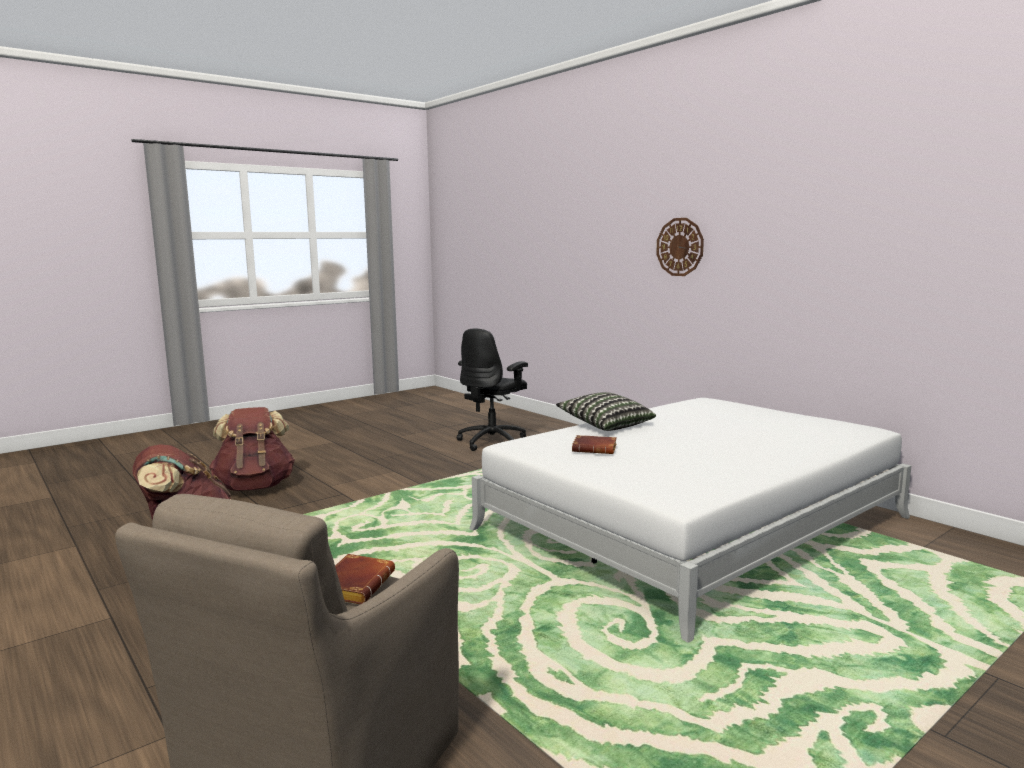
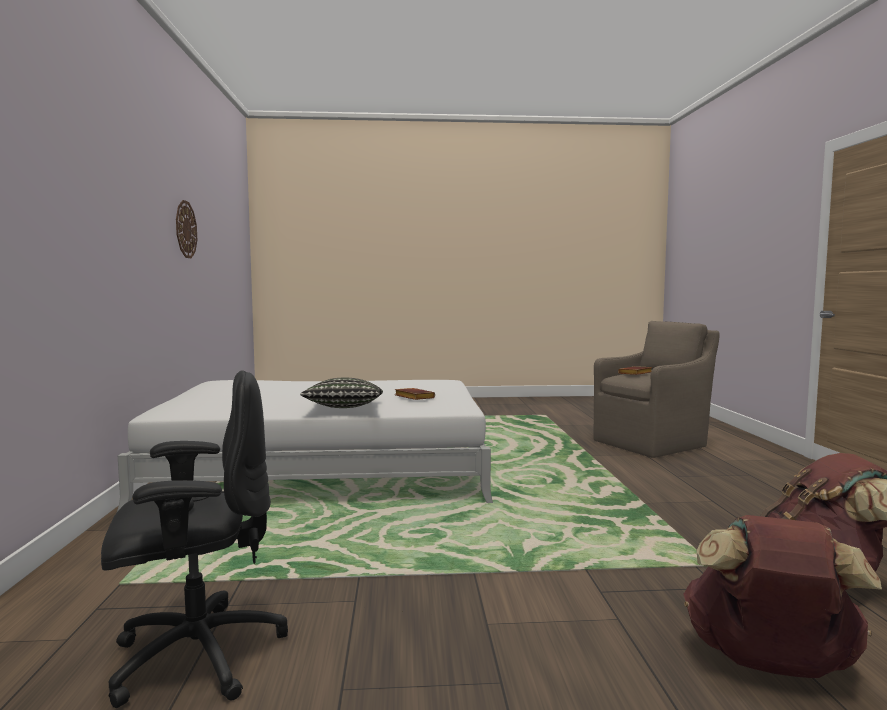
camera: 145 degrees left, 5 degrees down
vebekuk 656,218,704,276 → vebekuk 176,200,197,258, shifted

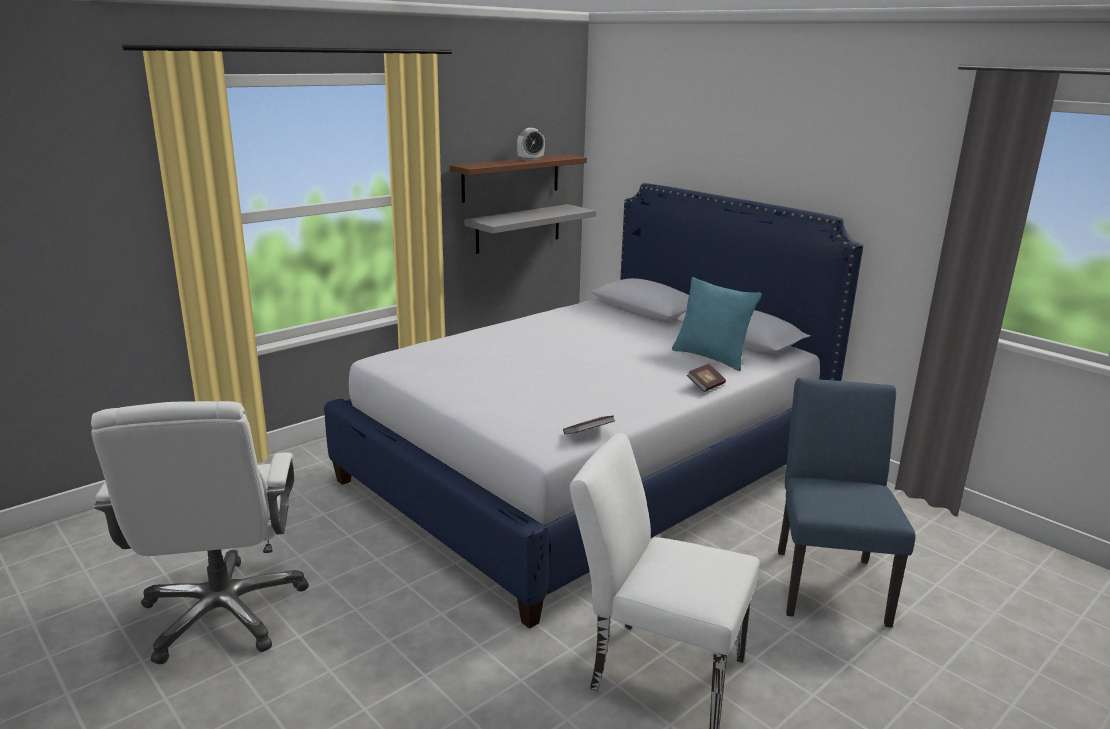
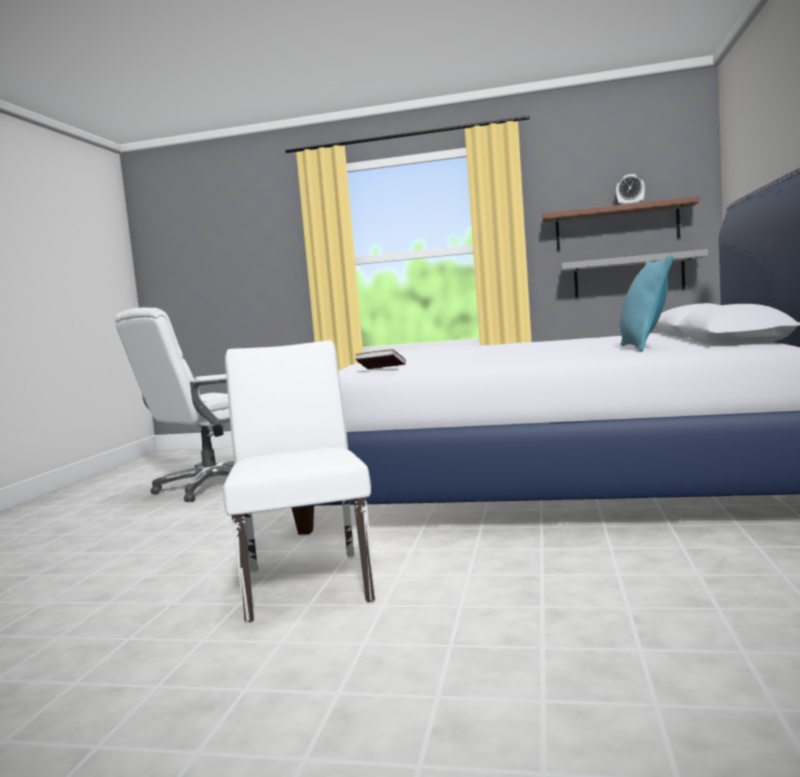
camera: 55 degrees right, 15 degrees down
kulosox 687,364,726,392 → -
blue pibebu 778,378,916,628 → -

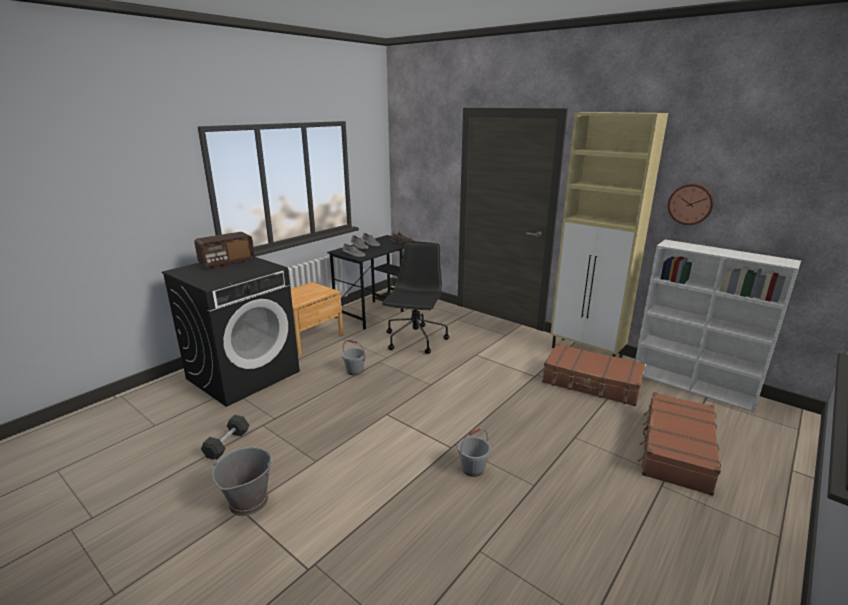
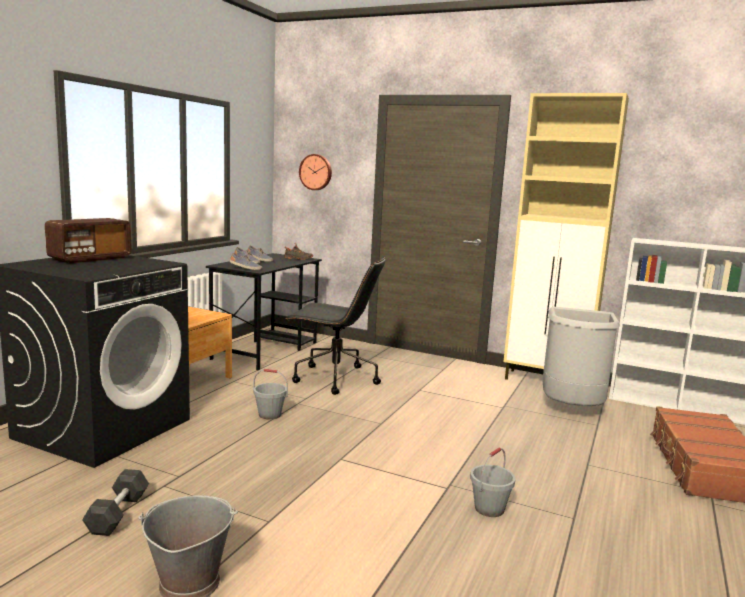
camera: 15 degrees left, 10 degrees down
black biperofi 382,241,449,354 → black biperofi 285,257,386,395, 105 degrees clockwise
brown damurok 542,343,645,406 → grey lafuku 543,307,620,406
vebekuk 668,184,714,225 → vebekuk 299,154,332,190, shifted

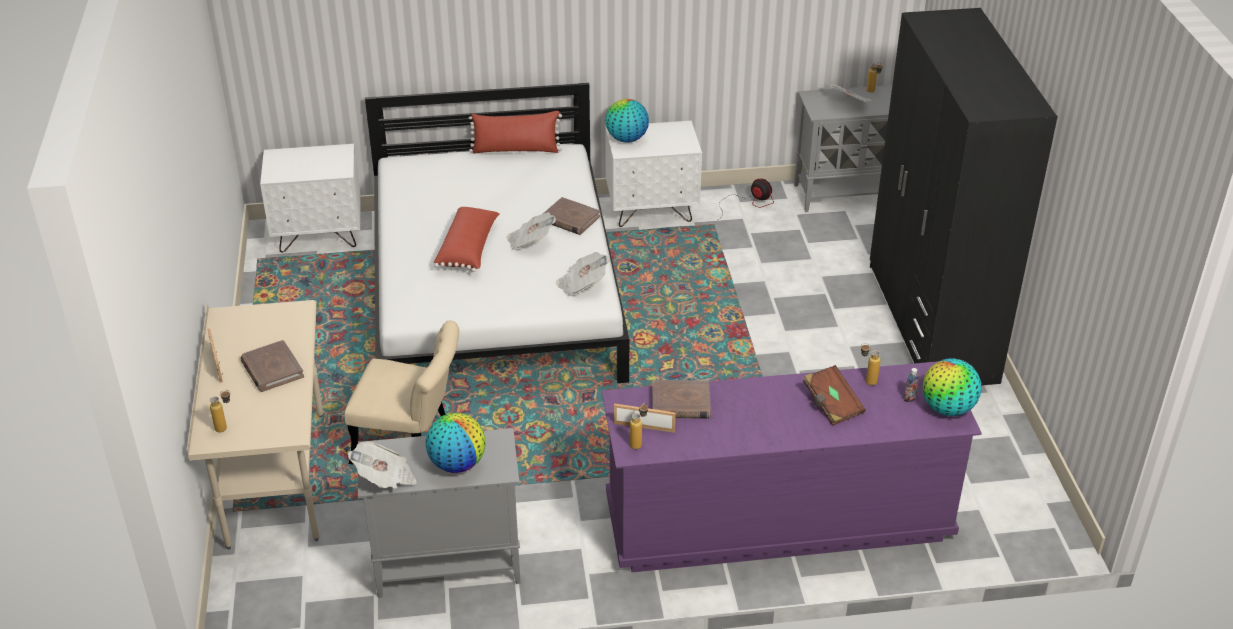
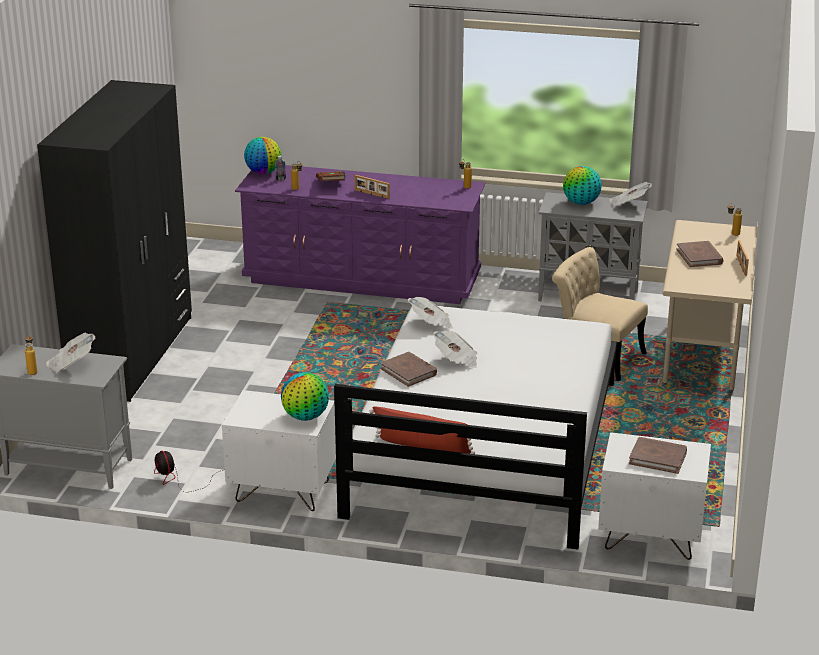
camera: 160 degrees left, 10 degrees down
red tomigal 434,207,500,272 → -
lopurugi 614,403,676,433 → lopurugi 355,175,390,199, shifted
brown kulosox 652,380,711,418 → brown kulosox 629,437,687,474, shifted

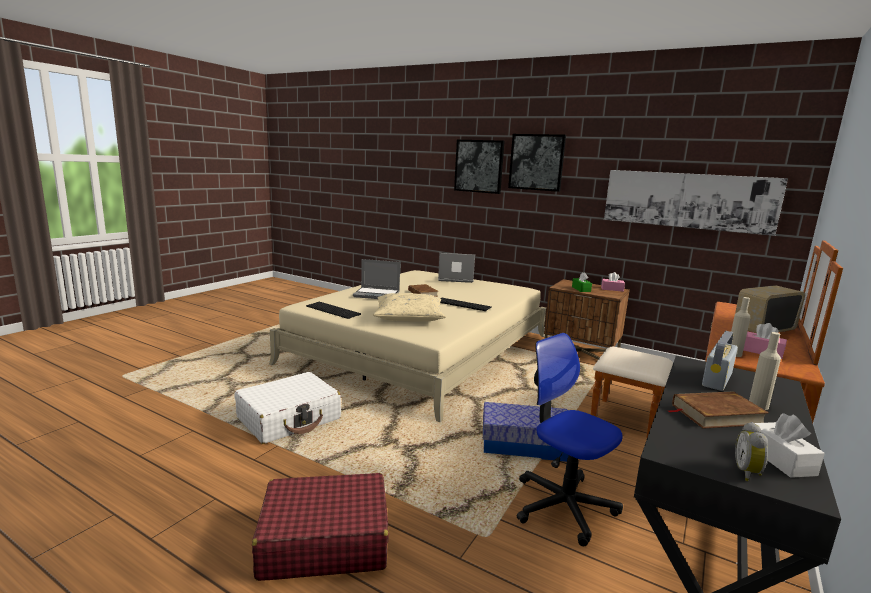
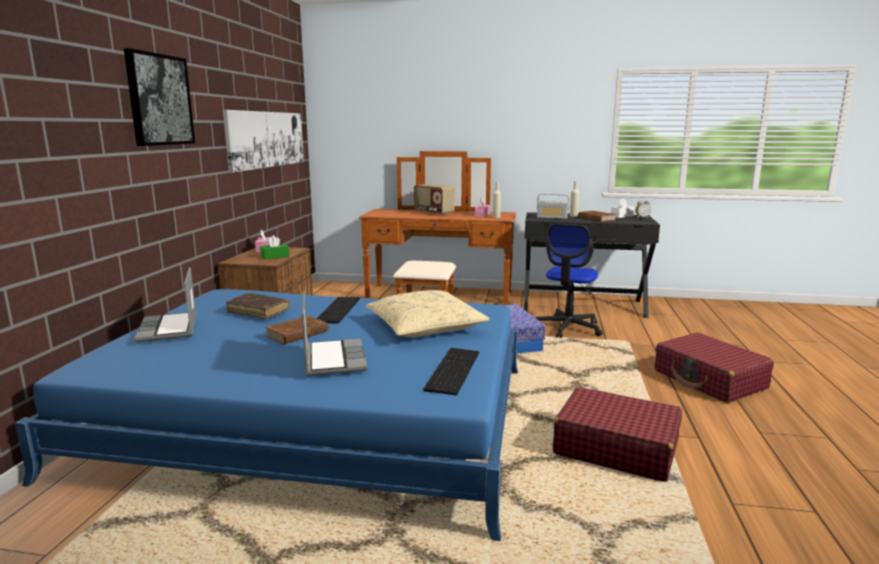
camera: 110 degrees left, 0 degrees up
white damurok 235,372,341,444 → red damurok 553,387,682,482
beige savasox 269,270,546,422 → blue savasox 15,289,518,541
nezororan 454,140,505,194 → -
- → brown kulosox 226,293,290,319

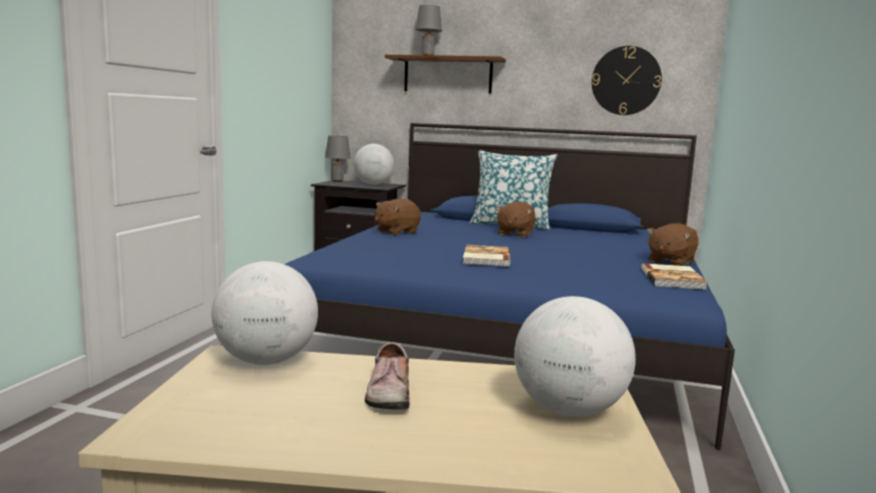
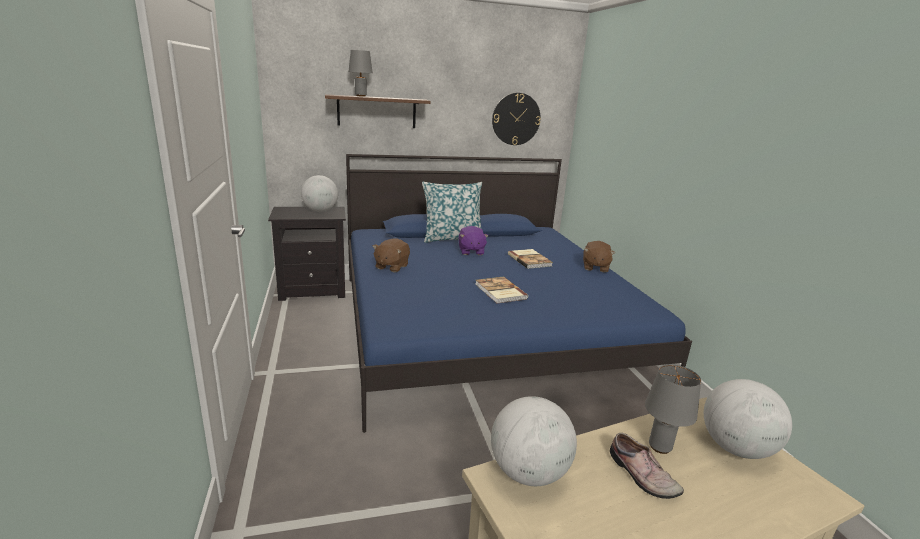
camera: 30 degrees left, 10 degrees up
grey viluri 325,136,351,182 → grey viluri 645,364,701,454, shifted
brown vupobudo 496,201,536,238 → purple vupobudo 459,226,489,255
kulosox 641,263,708,290 → kulosox 508,249,553,269, shifted

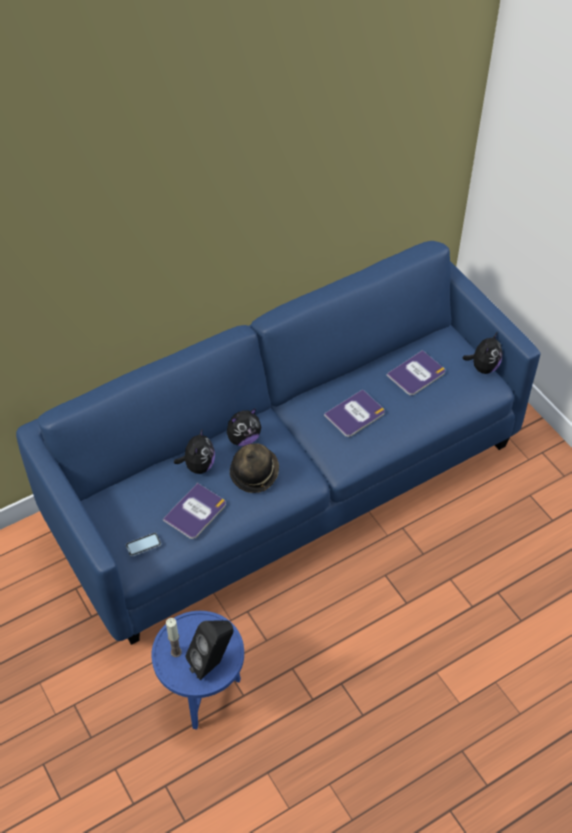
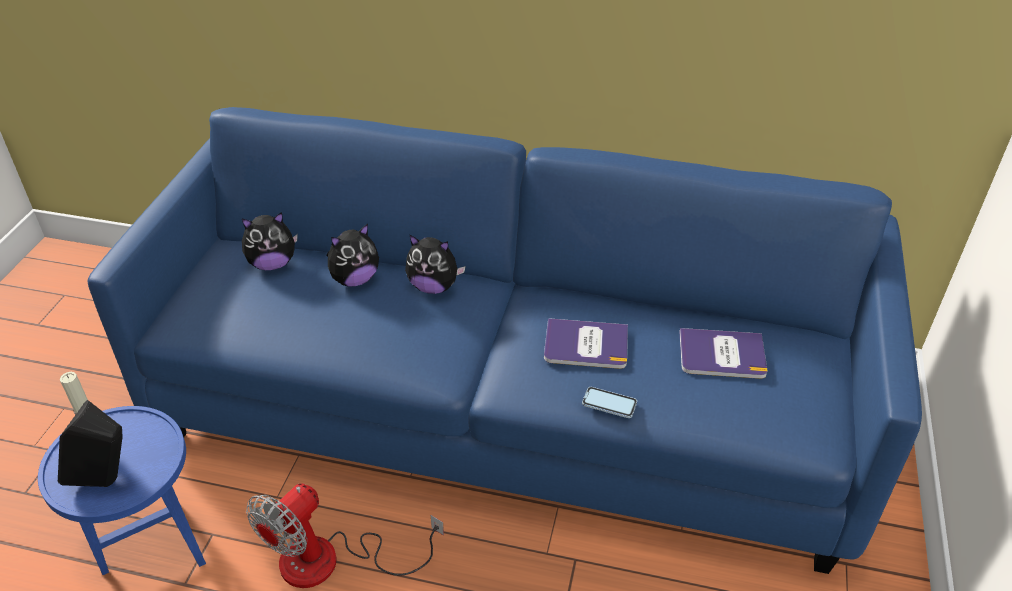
camera: 45 degrees right, 10 degrees down
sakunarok 126,533,161,557 → sakunarok 582,387,637,418, shifted
kulosox 163,483,226,539 → -
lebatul 230,443,279,493 → -
vupobudo 462,333,503,374 → vupobudo 242,212,298,270, shifted
- → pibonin 246,484,444,588

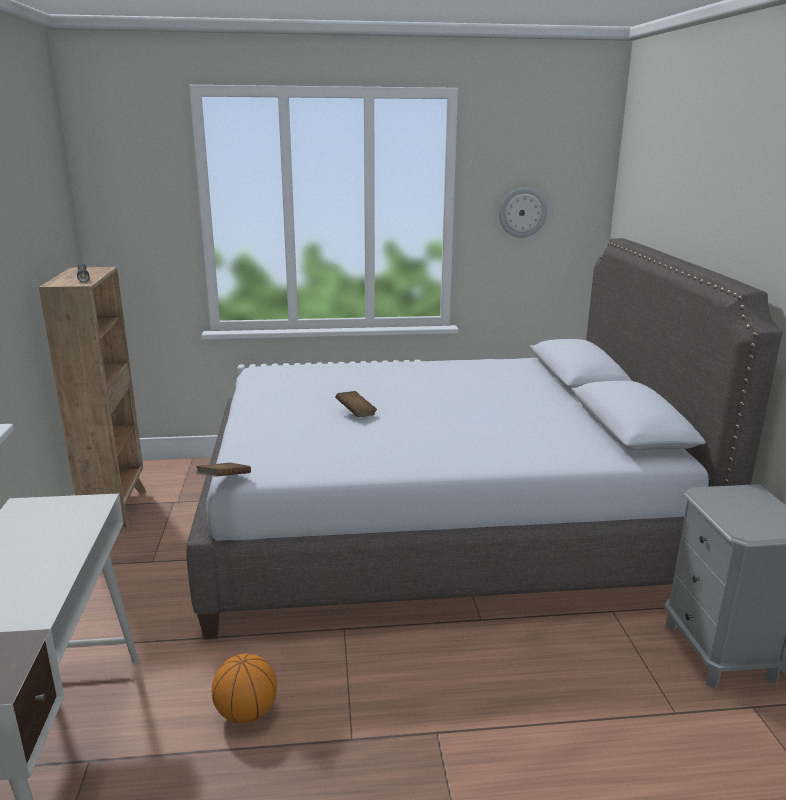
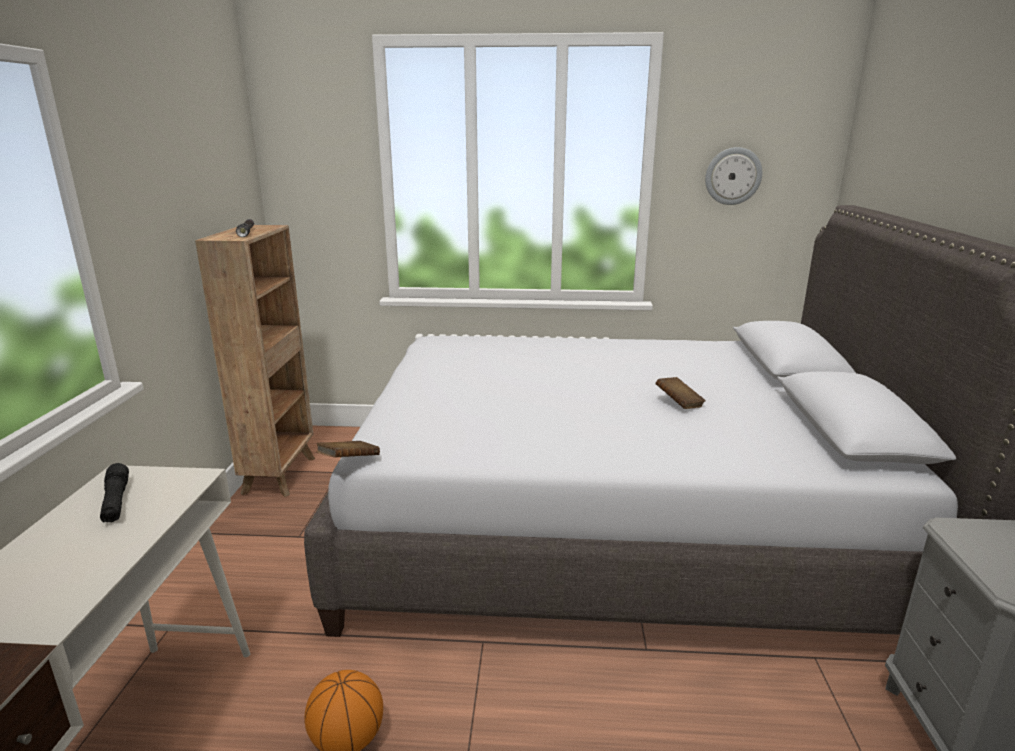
camera: 10 degrees right, 0 degrees up
brown kulosox 335,391,377,417 → brown kulosox 655,377,706,409, shifted
- → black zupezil 100,463,129,522

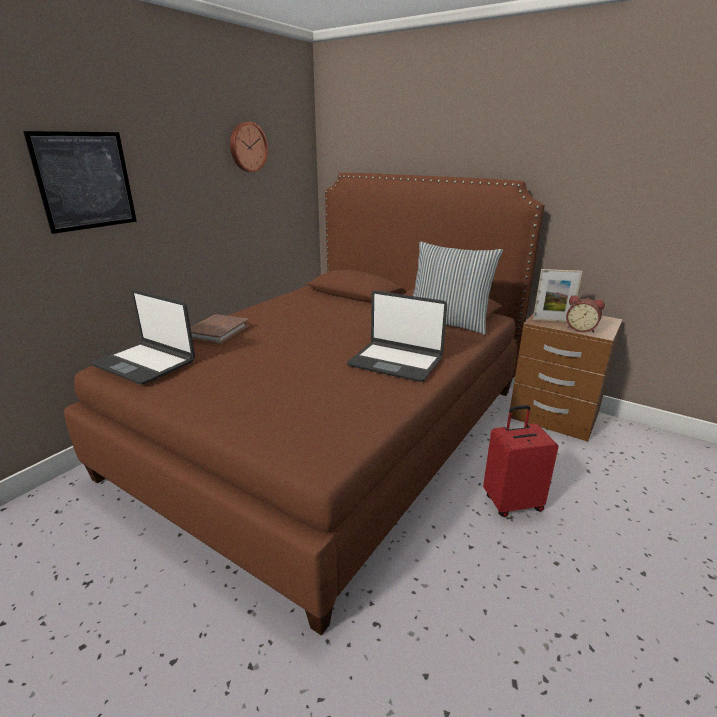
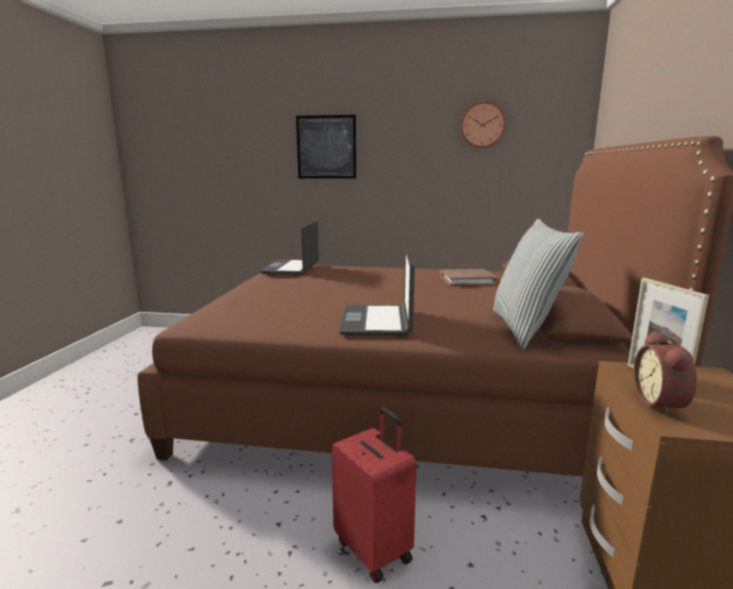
camera: 65 degrees right, 10 degrees down
brown kulosox 190,314,249,344 → brown kulosox 440,269,497,286, shifted

